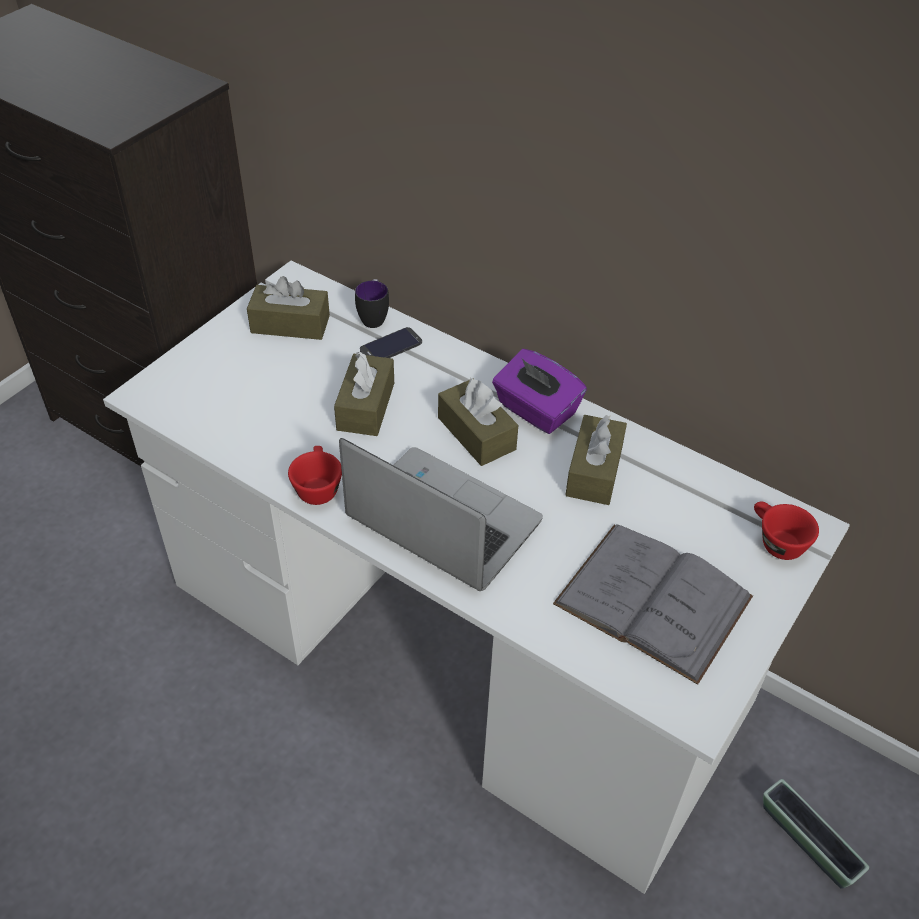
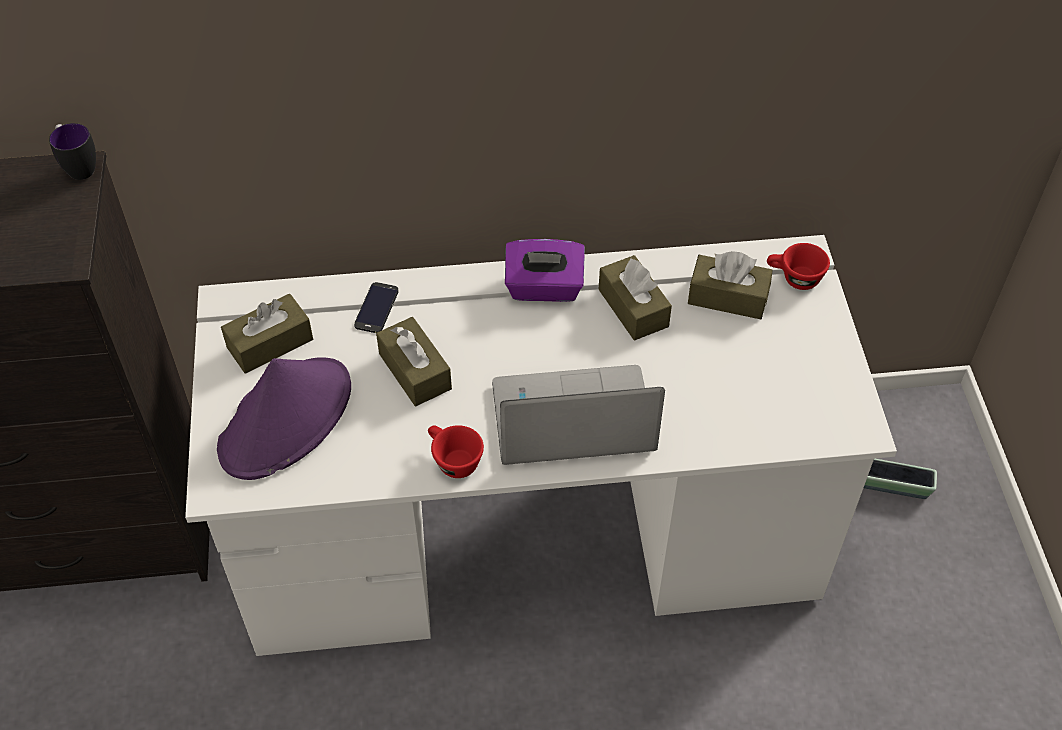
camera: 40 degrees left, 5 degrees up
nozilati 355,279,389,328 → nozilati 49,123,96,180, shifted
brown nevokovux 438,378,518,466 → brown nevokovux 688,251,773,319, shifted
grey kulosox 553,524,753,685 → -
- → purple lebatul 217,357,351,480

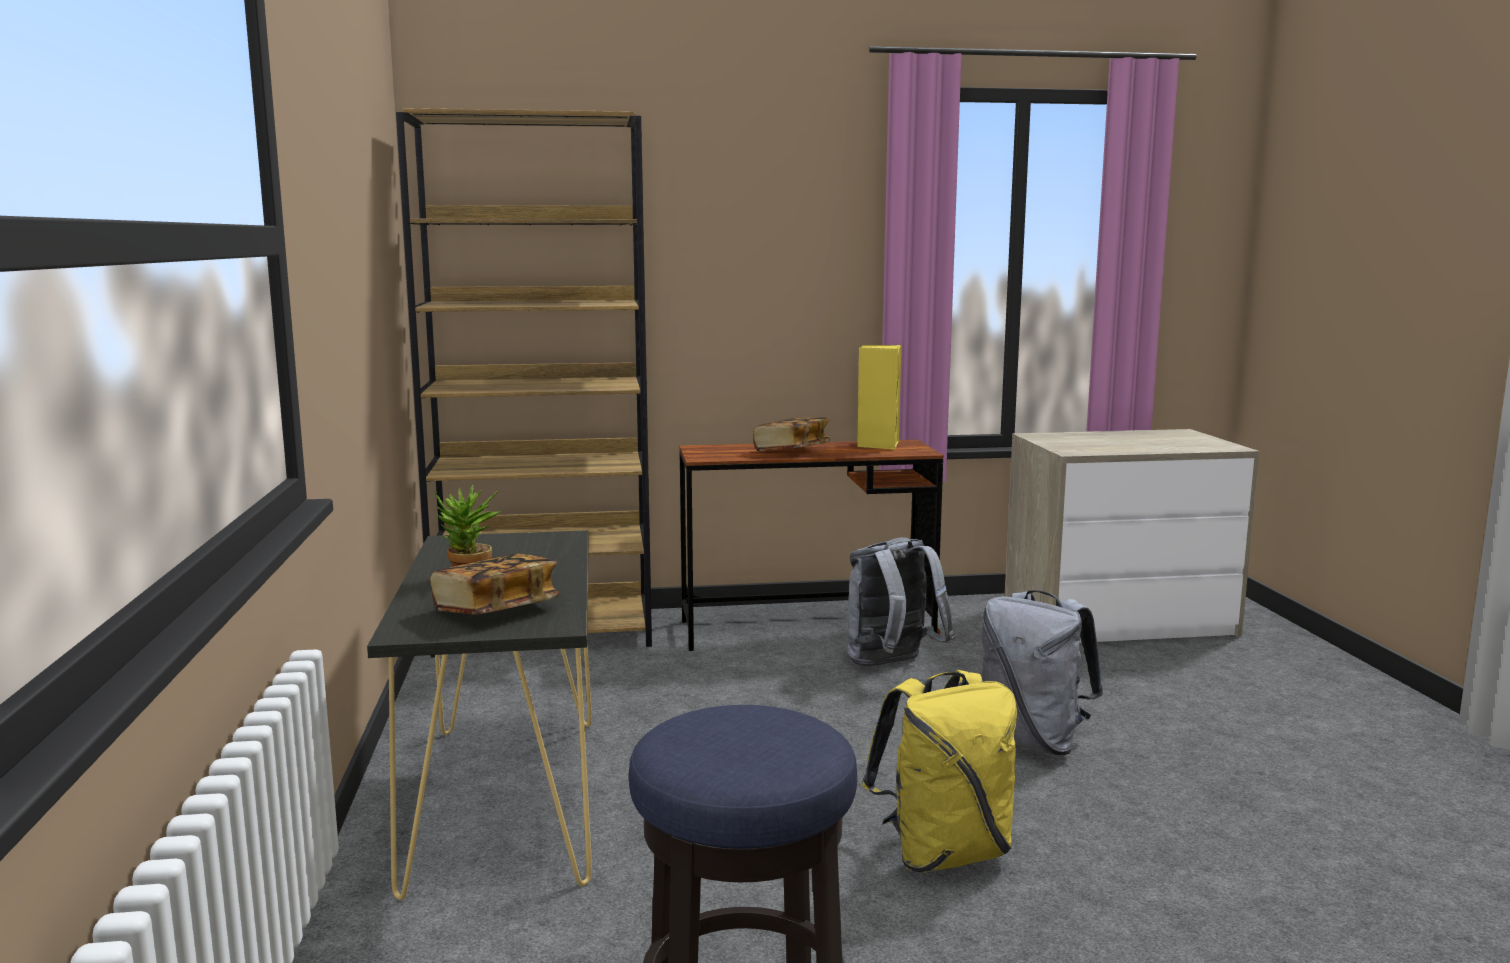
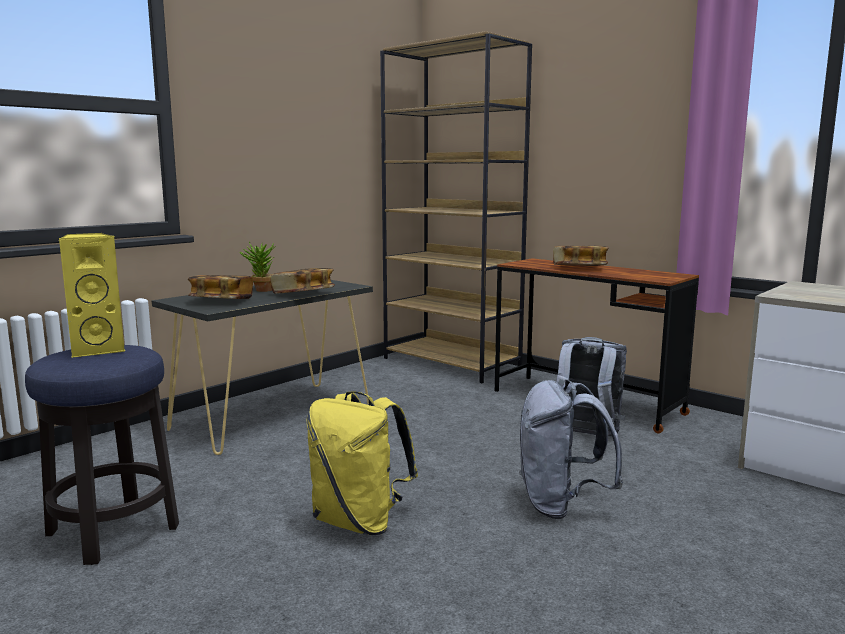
camera: 50 degrees right, 0 degrees up
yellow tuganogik 857,345,901,450 → yellow tuganogik 59,233,125,358, shifted
- → kulosox 270,268,335,294

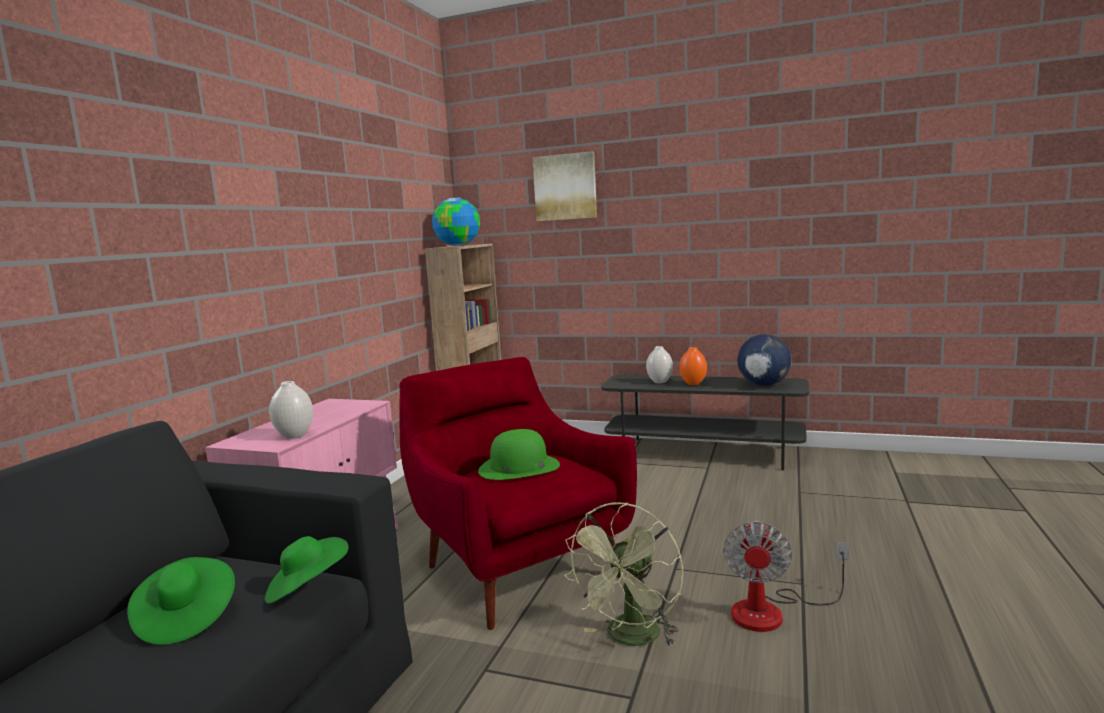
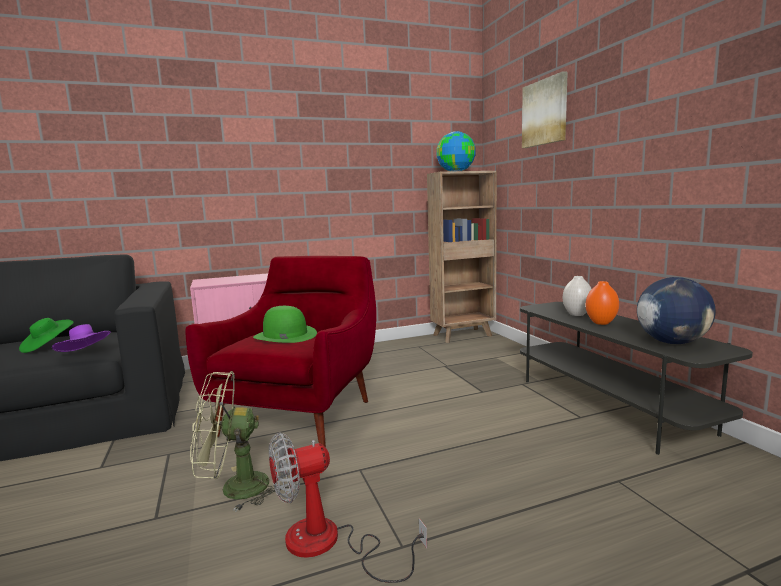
camera: 50 degrees right, 0 degrees up
green lebatul 265,536,349,604 → purple lebatul 52,324,111,352
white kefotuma 269,381,313,439 → -

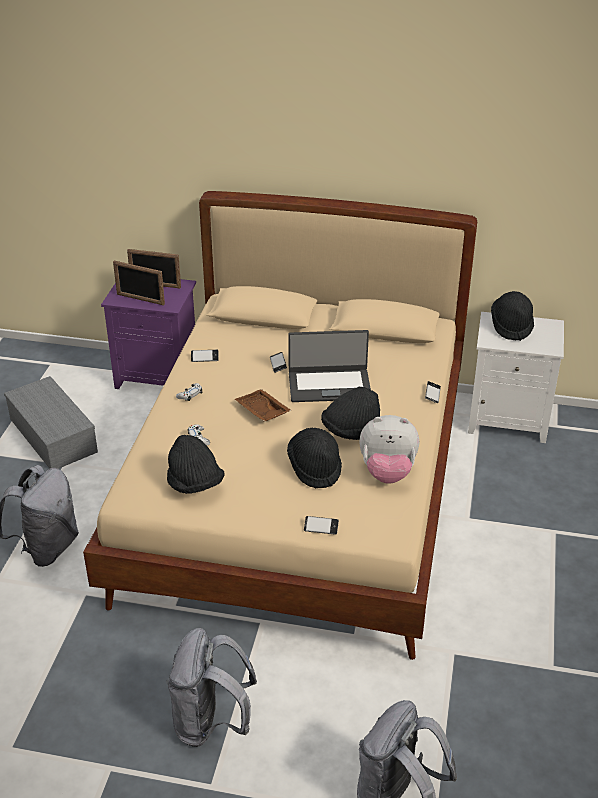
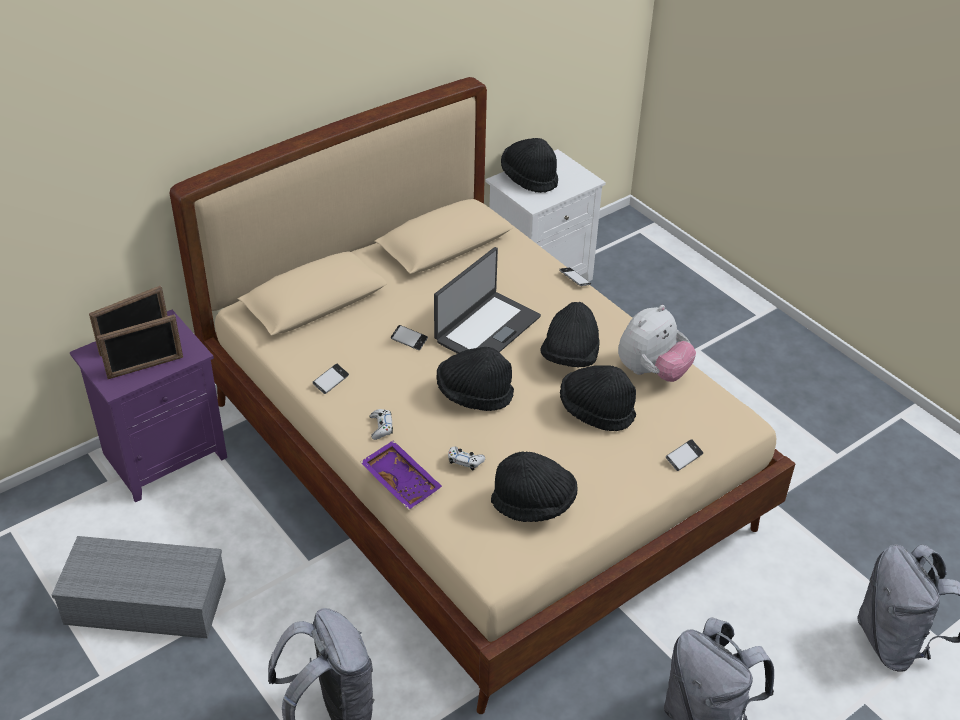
camera: 50 degrees left, 5 degrees up
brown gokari 235,389,291,421 → black lebatul 436,347,514,411
- → purple gokari 360,440,442,510

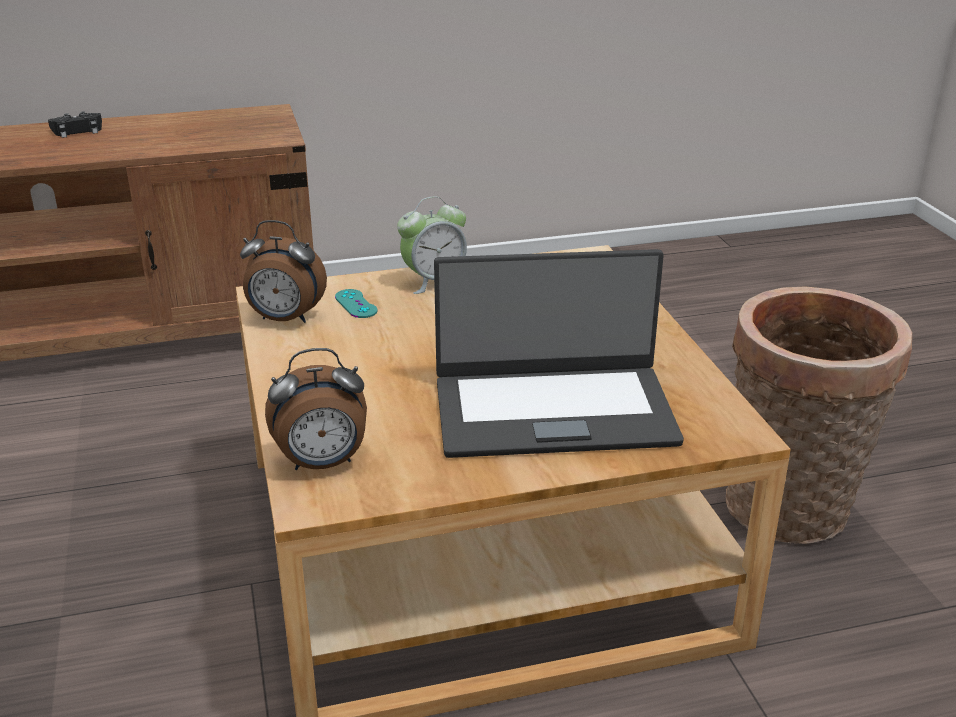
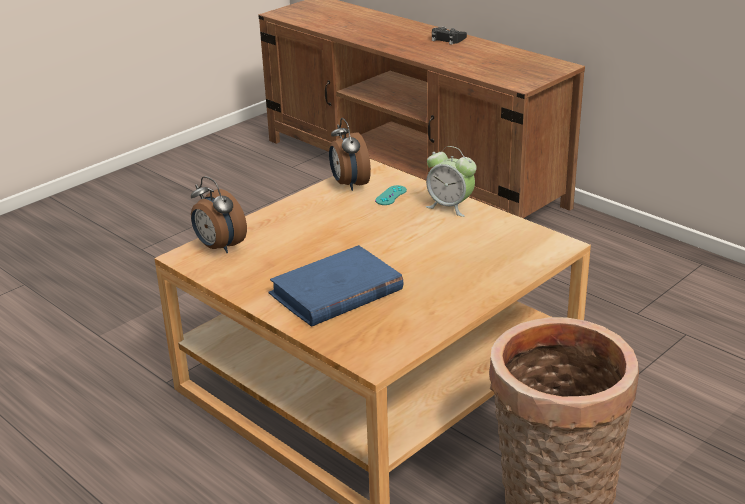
camera: 60 degrees right, 0 degrees up
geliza 434,249,684,458 → blue kulosox 269,245,404,327

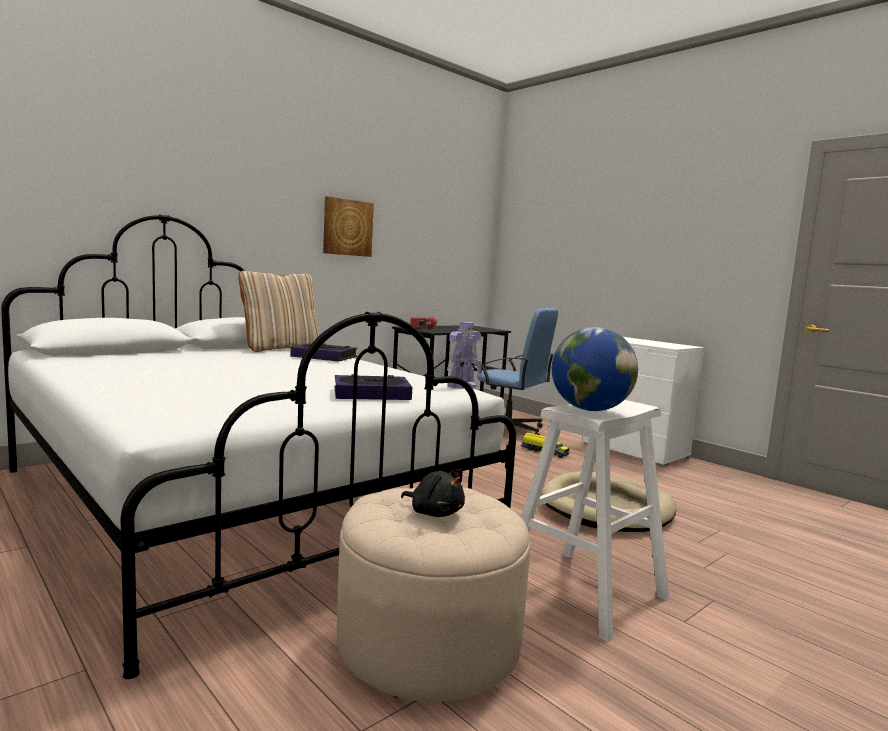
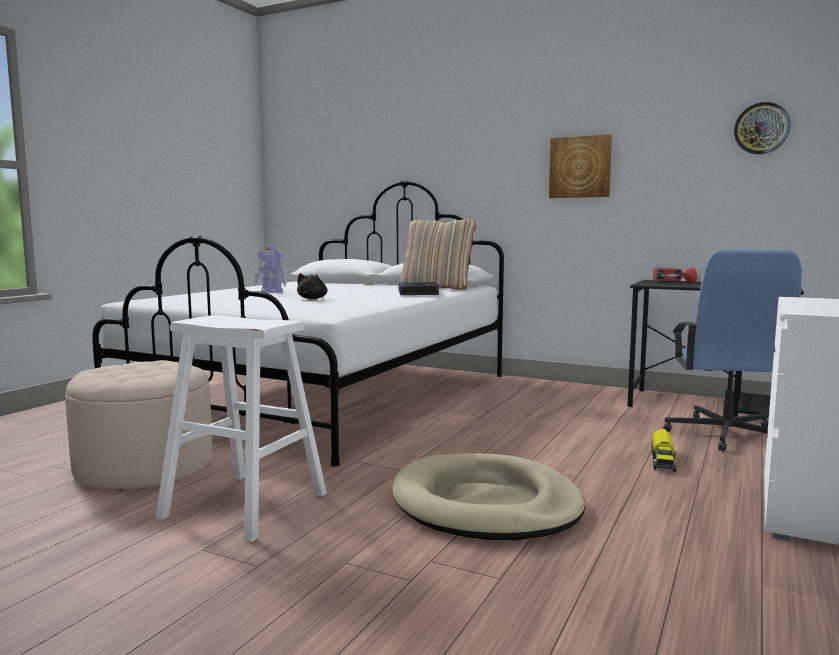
camera: 70 degrees right, 0 degrees up
kulosox 334,374,412,400 → -
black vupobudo 401,469,465,517 → black vupobudo 297,273,328,299, shifted
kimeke 447,322,482,389 → kimeke 255,245,287,293, shifted
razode 552,327,638,411 → -
- → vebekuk 734,102,791,154

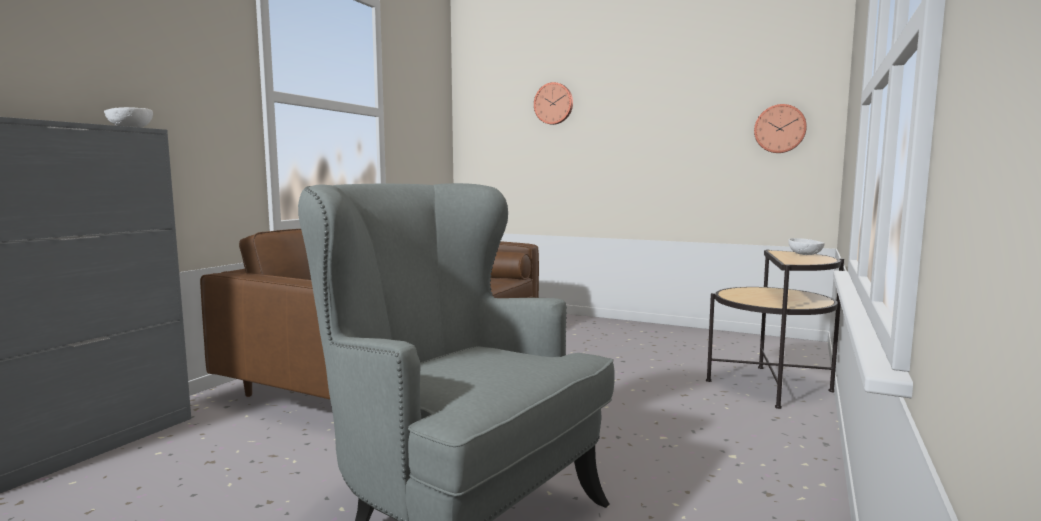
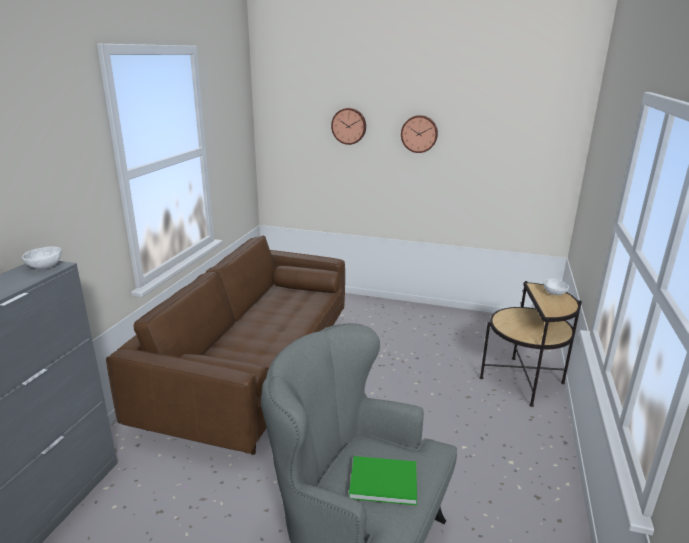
camera: 10 degrees left, 15 degrees up
vebekuk 754,104,807,153 → vebekuk 401,115,438,153, shifted
- → green kulosox 349,456,417,505

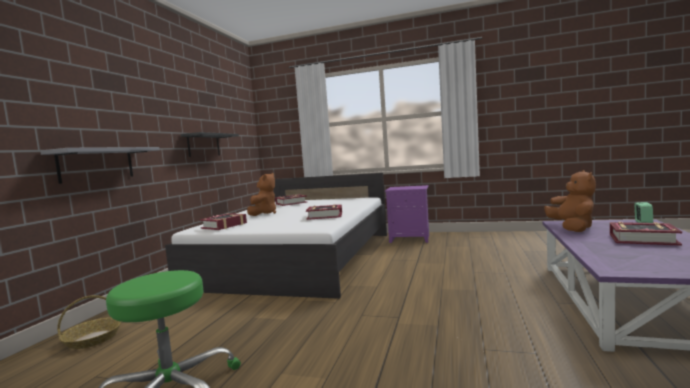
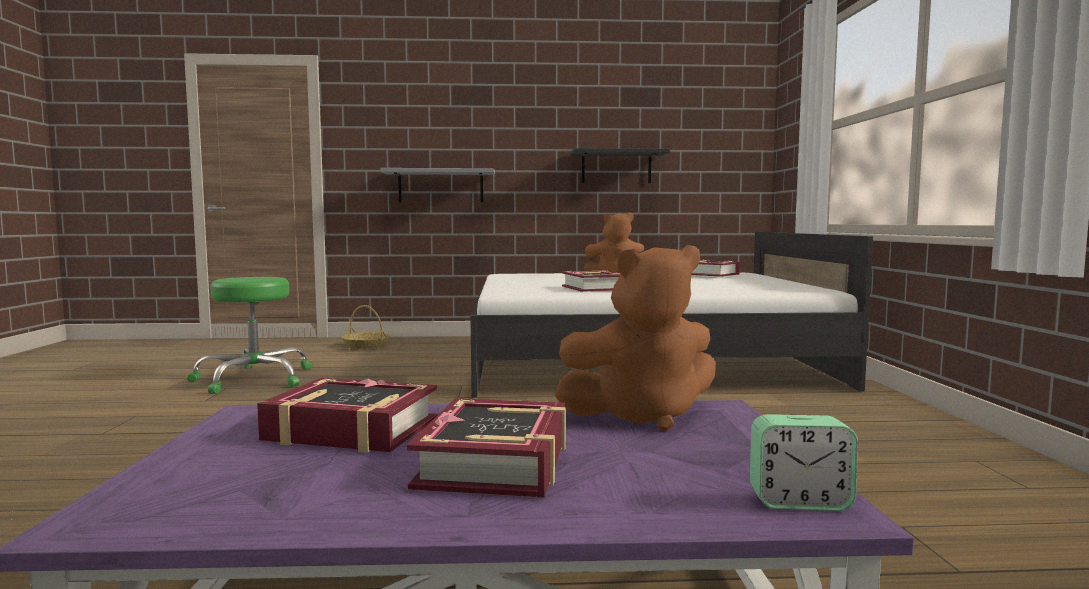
camera: 70 degrees right, 0 degrees up
kulosox 200,213,247,230 → kulosox 257,378,437,453, shifted
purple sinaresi 385,185,429,243 → -

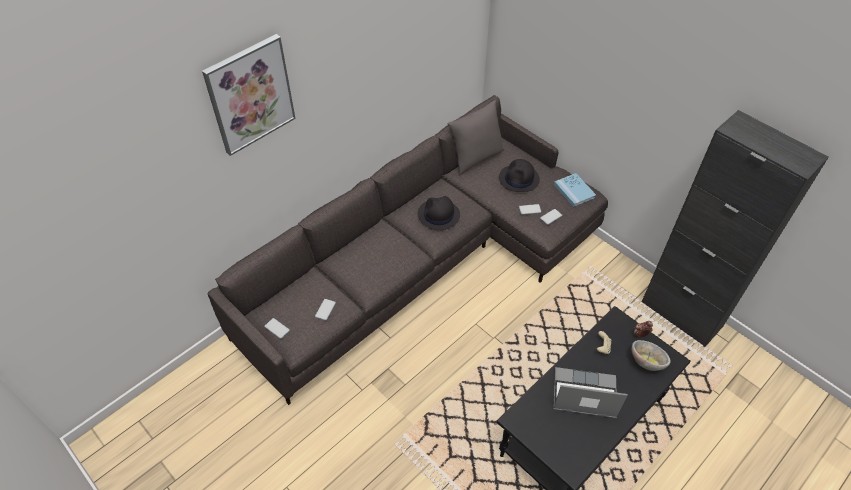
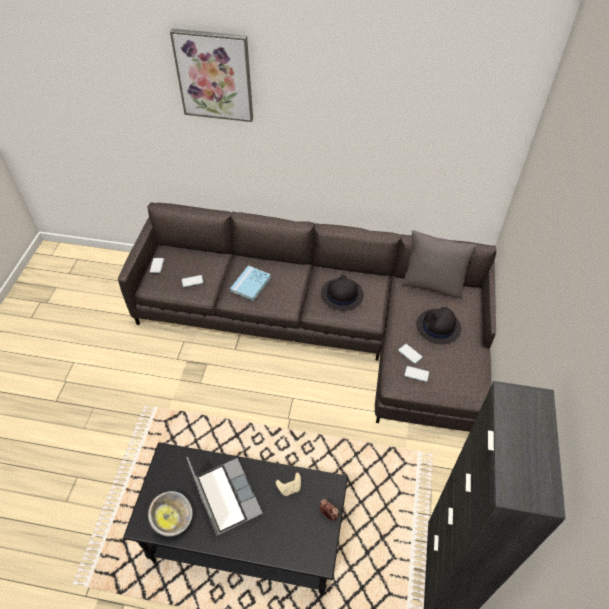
camera: 55 degrees right, 0 degrees up
blue kulosox 554,173,596,207 → blue kulosox 230,266,271,301, shifted
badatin 632,340,671,371 → badatin 148,491,193,537, shifted

